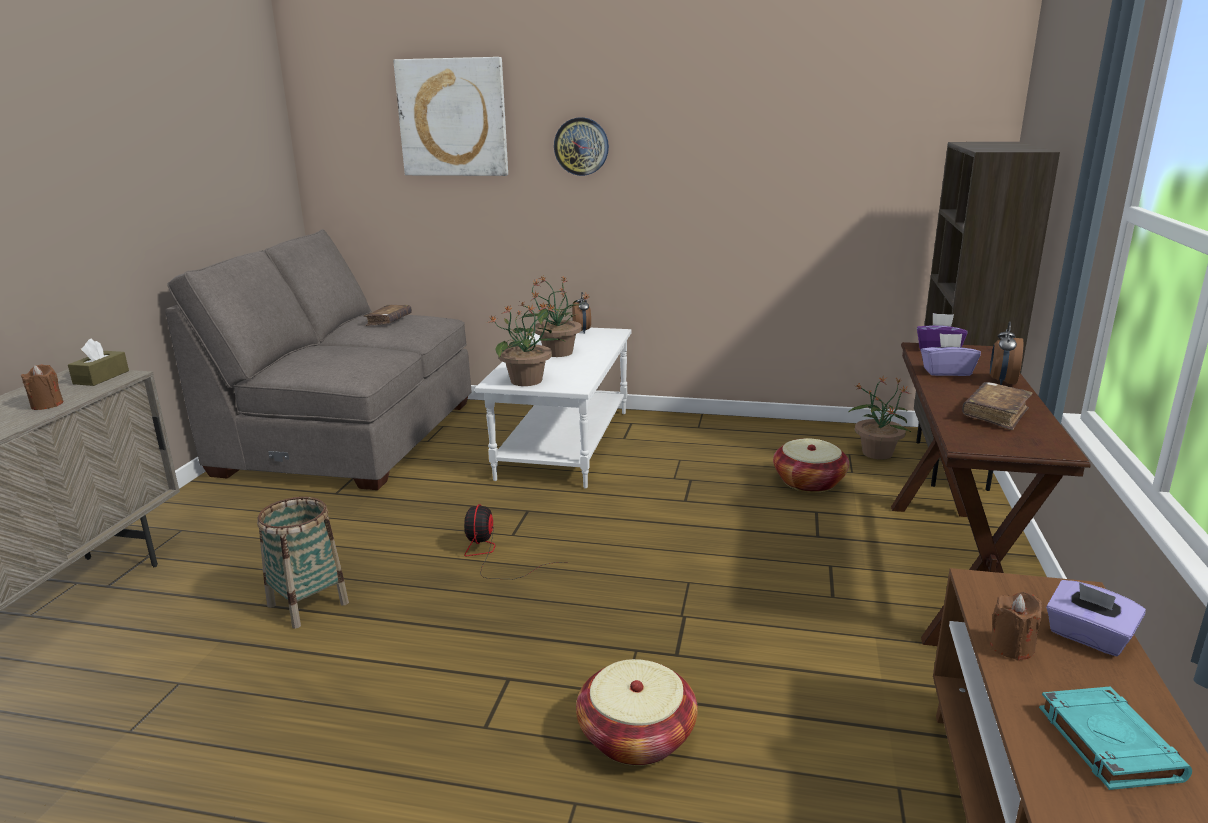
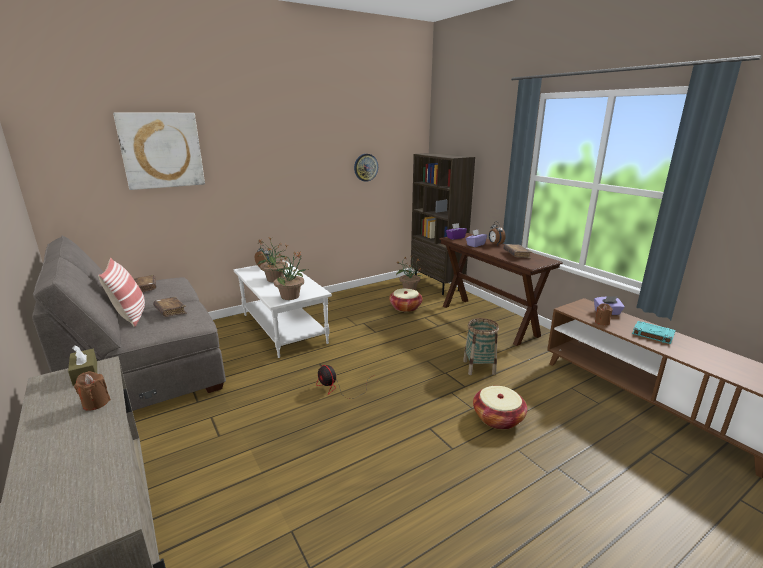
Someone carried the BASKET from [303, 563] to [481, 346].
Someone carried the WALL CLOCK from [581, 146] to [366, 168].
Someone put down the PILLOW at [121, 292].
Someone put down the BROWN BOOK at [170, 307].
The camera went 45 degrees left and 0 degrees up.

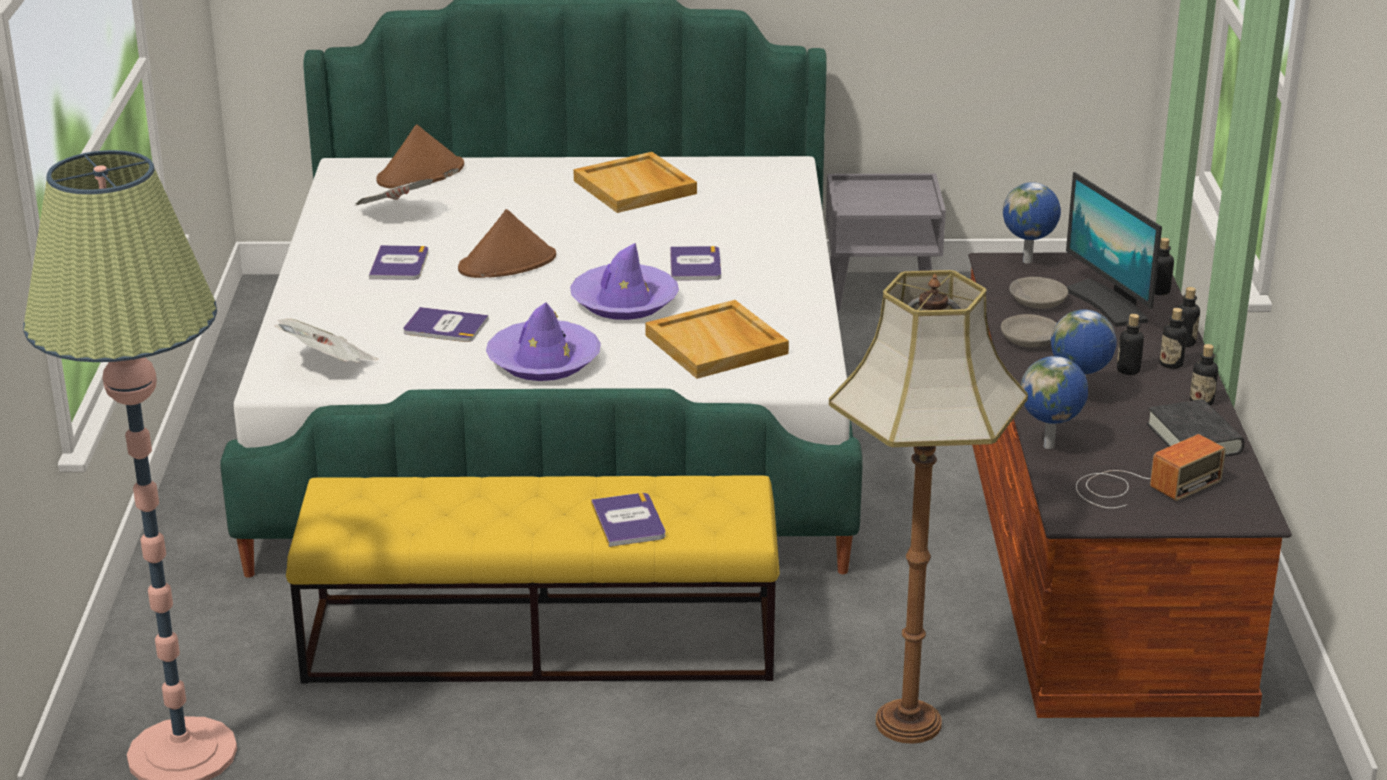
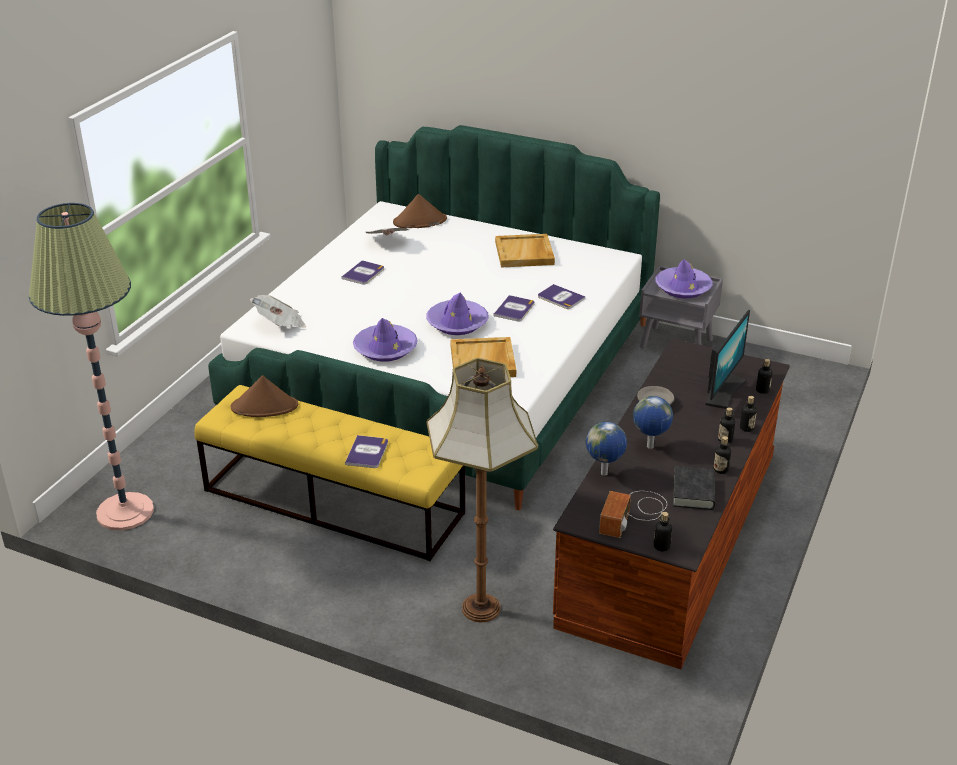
Someone carried the BOOK from [446, 324] to [562, 296].
Someone carried the BROWN HAT from [507, 243] to [264, 396].
Someone took away the GLOBE at [1032, 223].
Someone took away the GREY BOWL at [1038, 293].
Someone rotated the MONITOR at [1114, 249] by 150 degrees counterclockwise.
Someone rotated the RADIO at [1151, 471] by 120 degrees clockwise.
Someone carried the BOTTLE from [1130, 344] to [663, 532].
Someone put down the PURPLE HAT at [684, 278].
The camera went 25 degrees right and 5 degrees up.

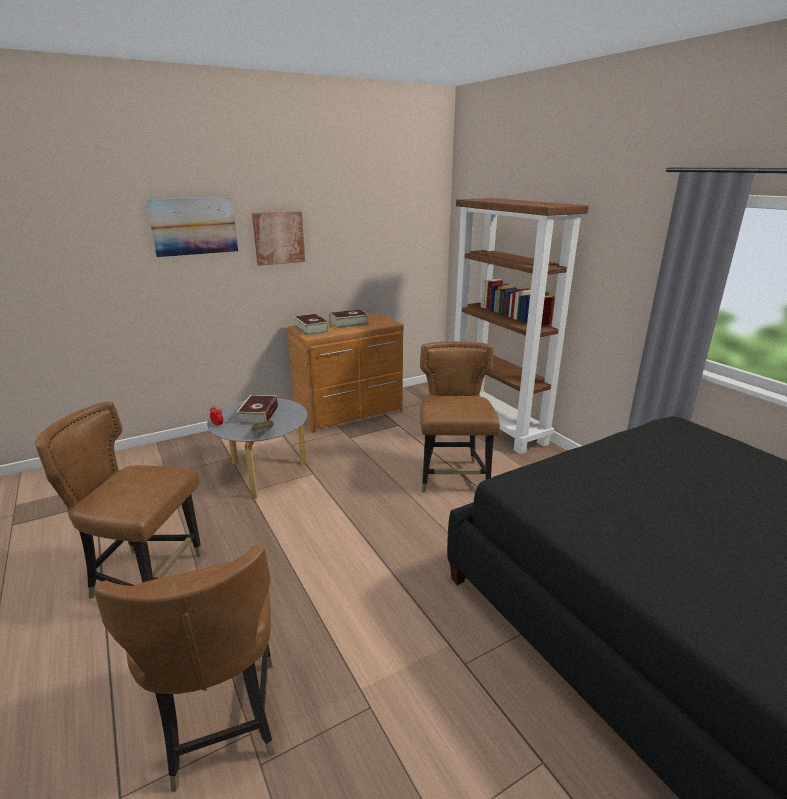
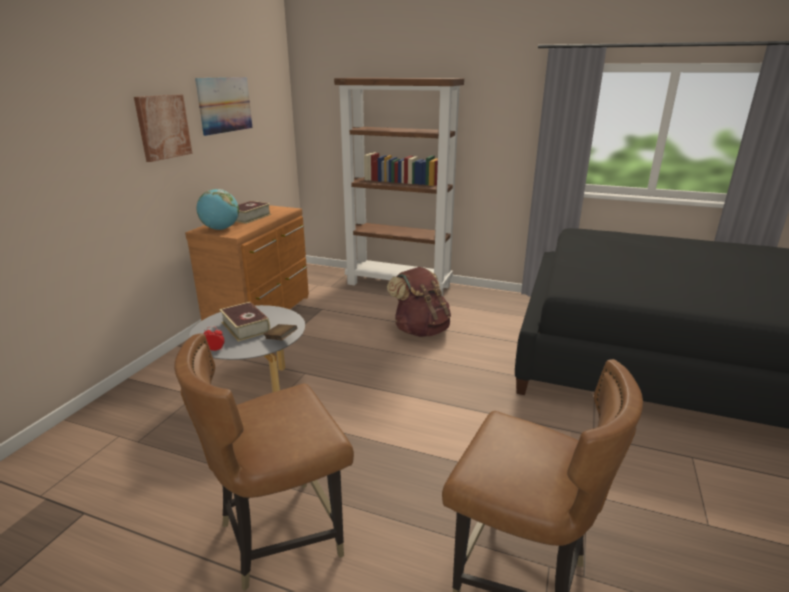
Someone carried the PICTURE from [192, 227] to [223, 106].
Someone swapped the BOOK at [311, 325] for the GLOBE at [217, 209].
Someone swapped the BROWN CHAIR at [460, 417] for the BROWN BACKPACK at [419, 302].
The camera went 40 degrees left and 0 degrees up.

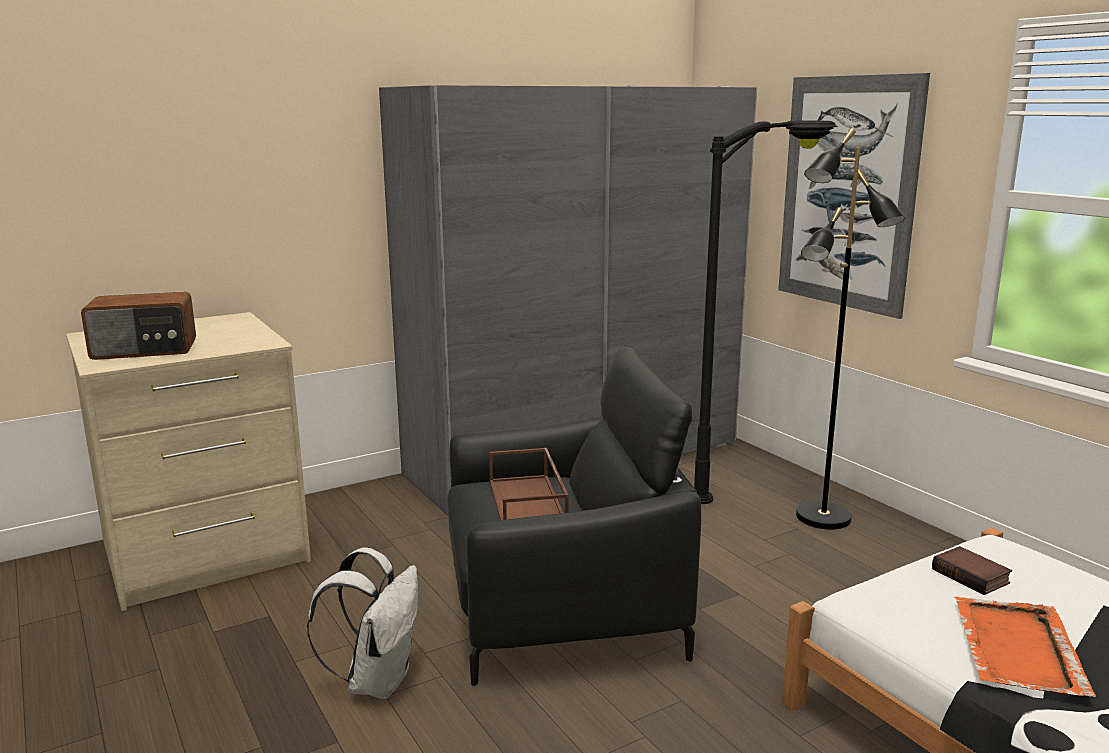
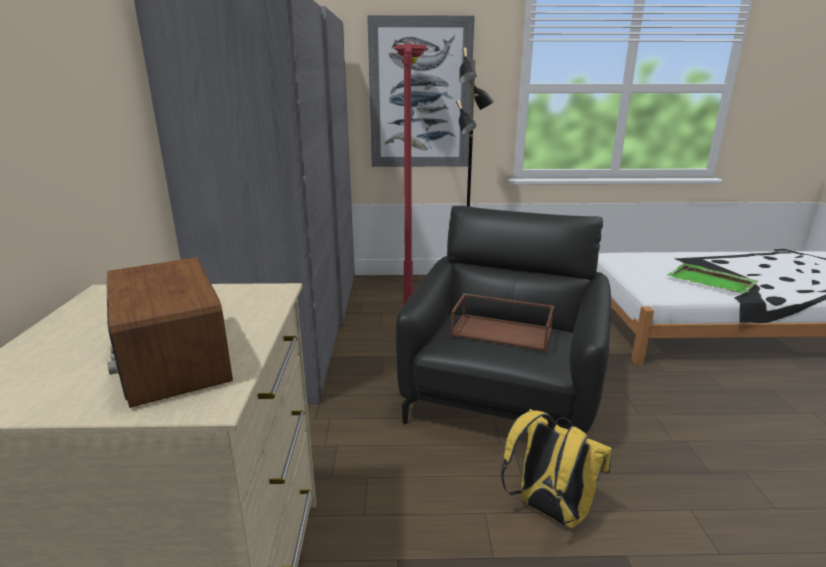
Someone rotated the RADIO at [138, 326] by 135 degrees clockwise.
Someone repainted the WHITE BACKPACK at [362, 623], which became the YELLOW BACKPACK at [556, 468].
Someone repainted the BLACK FLOOR LAMP at [766, 312], which became the RED FLOOR LAMP at [410, 176].
Someone took away the BOOK at [972, 570].
Someone repainted the ORANGE TRAY at [1025, 647], which became the GREEN TRAY at [712, 278].
The camera went 60 degrees left and 5 degrees up.

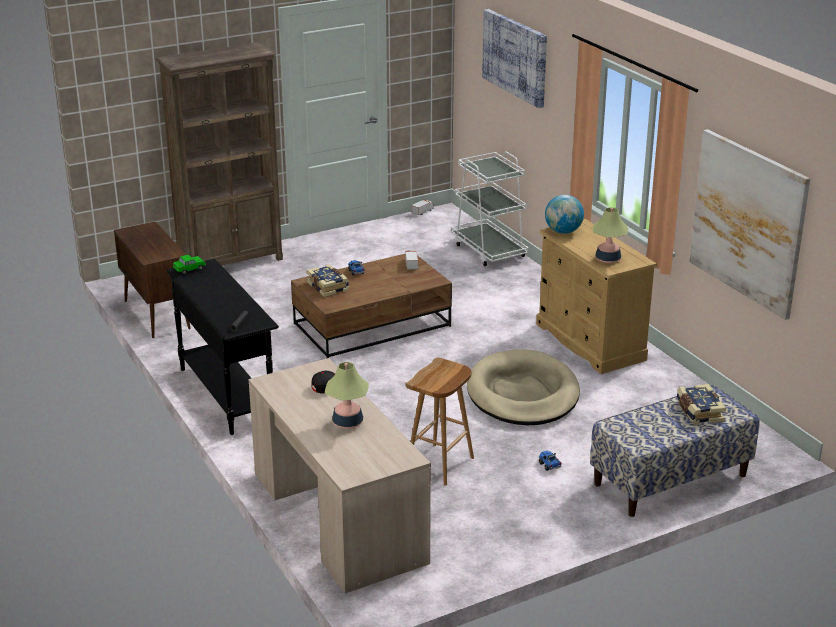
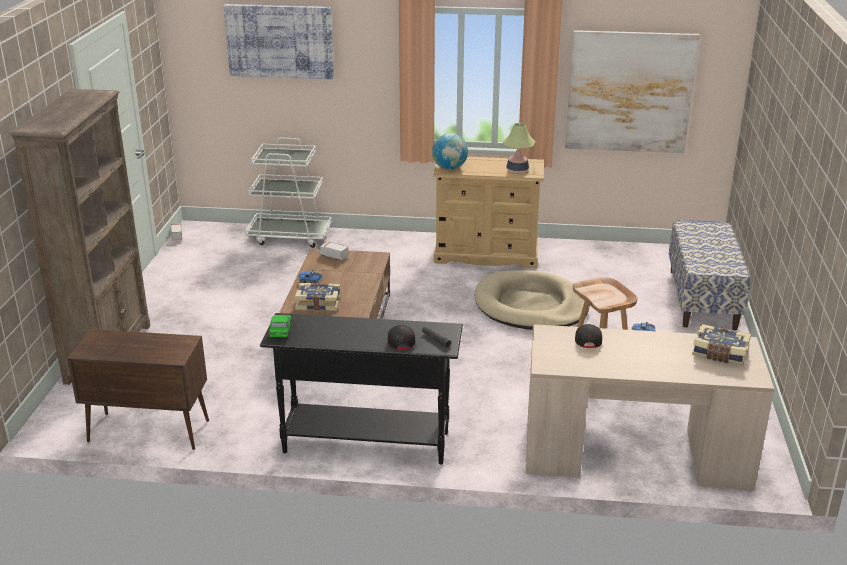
Someone took away the TABLE LAMP at [347, 395].
Someone carried the BOOK from [701, 404] to [721, 345].
Someone put down the BLACK CAP at [402, 337].
The camera went 55 degrees left and 0 degrees up.

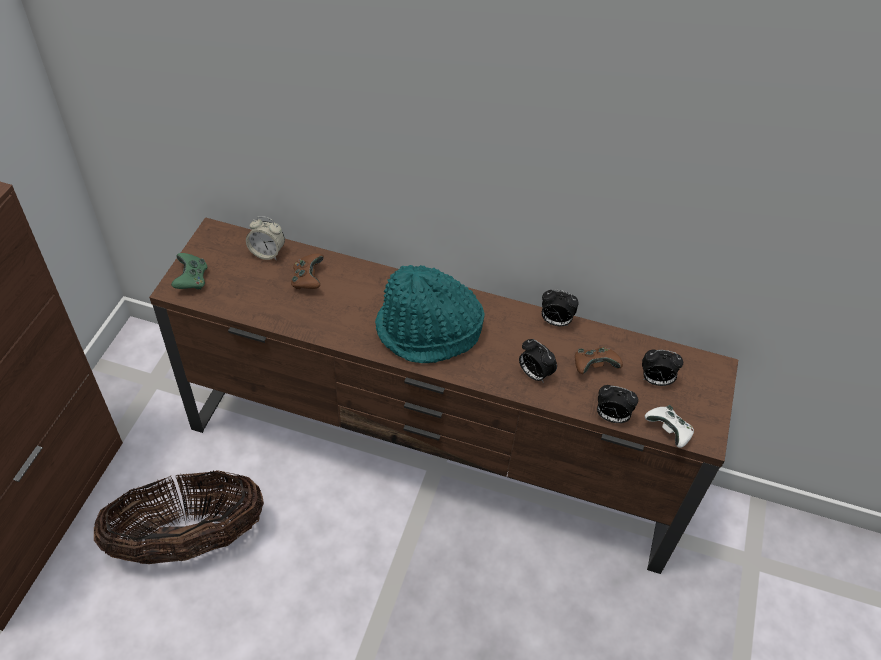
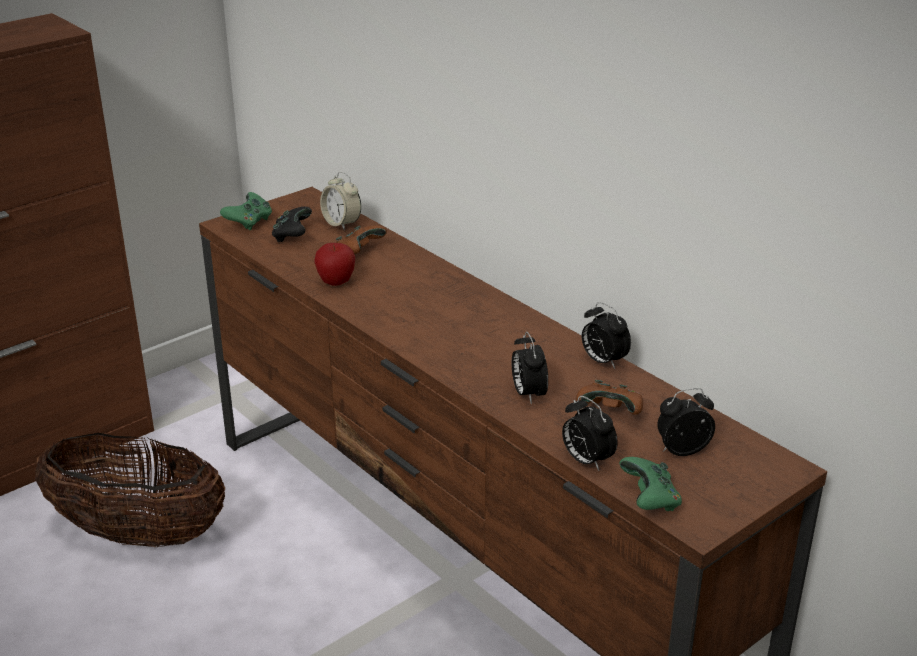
Someone took away the TURQUOISE HAT at [429, 314].
Someone rotated the ALARM CLOCK at [662, 367] by 120 degrees clockwise.
Someone repainted the WHITE GAME CONTROLLER at [669, 426], which became the GREEN GAME CONTROLLER at [650, 484].
Someone put down the BLACK GAME CONTROLLER at [292, 224].
Someone put down the APPLE at [334, 264].
The camera went 35 degrees right and 20 degrees down.

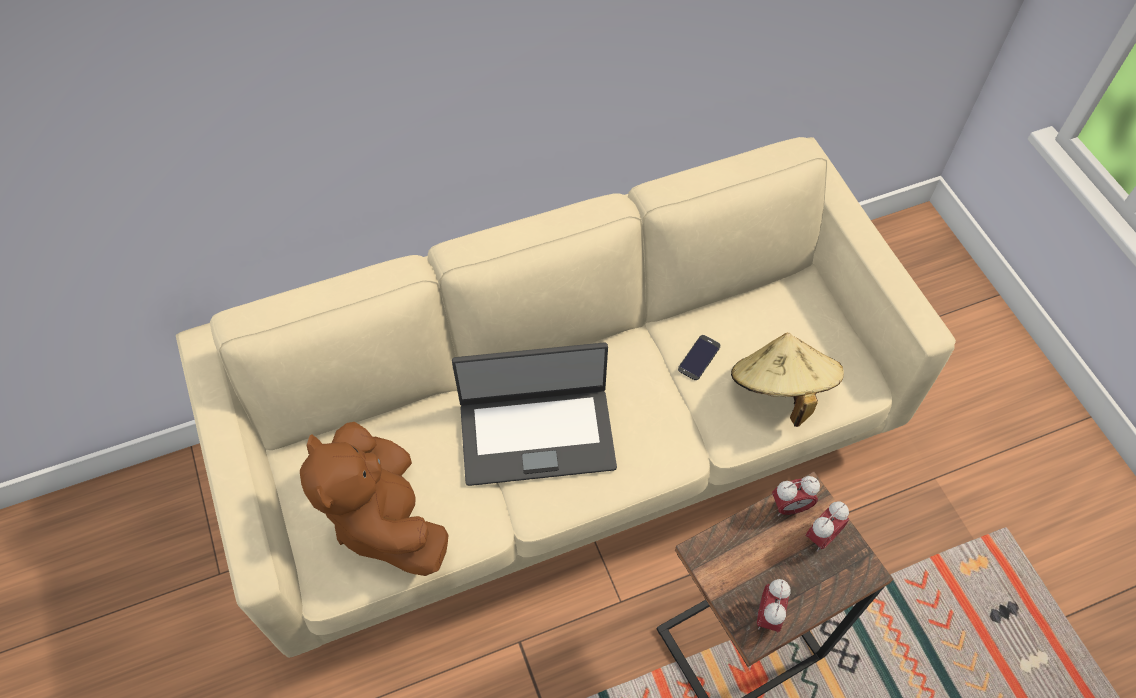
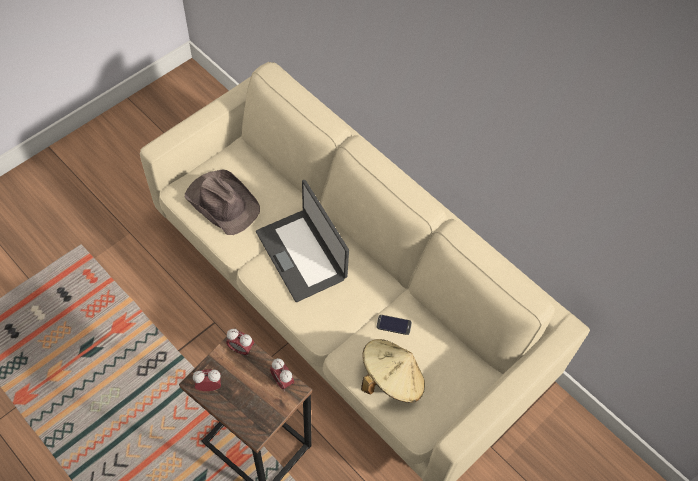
Someone swapped the BROWN PLUSH TOY at [374, 499] for the BROWN HAT at [222, 202].
Someone carried the ALARM CLOCK from [827, 527] to [240, 343].
The camera went 65 degrees right and 0 degrees up.

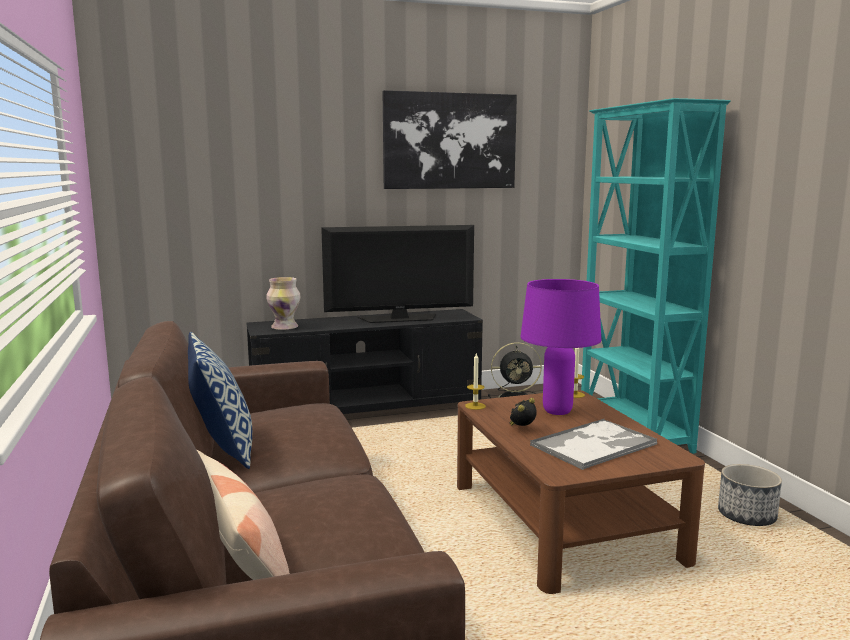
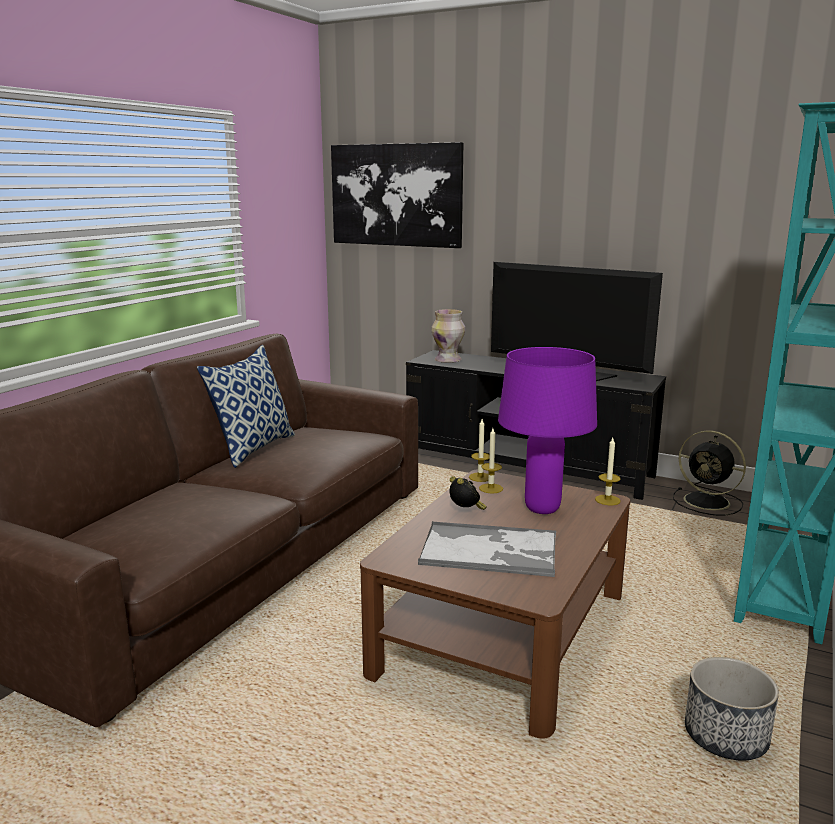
Someone took away the PILLOW at [243, 515].
Someone carried the PICTURE from [450, 139] to [397, 195].
Someone rotated the ALARM CLOCK at [523, 412] by 60 degrees clockwise.
Someone put down the CANDLE at [491, 460].
The camera went 45 degrees right and 5 degrees up.

